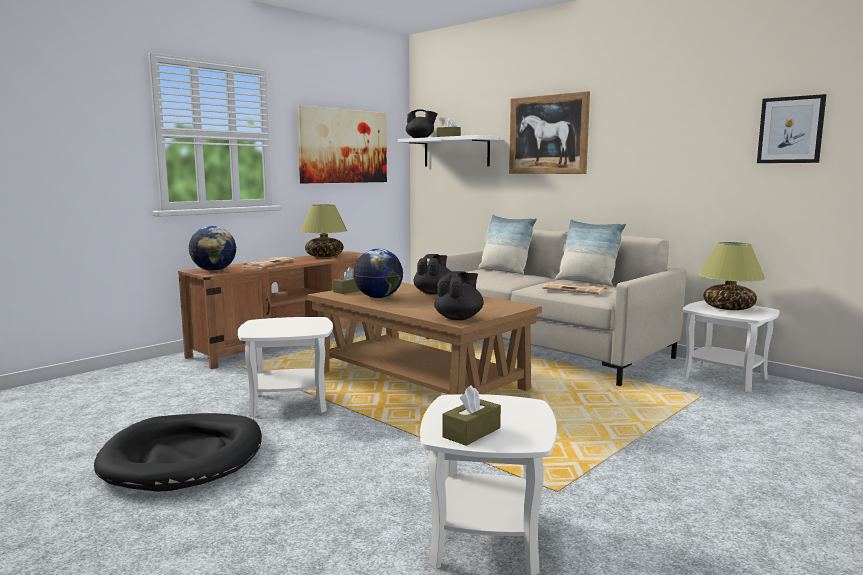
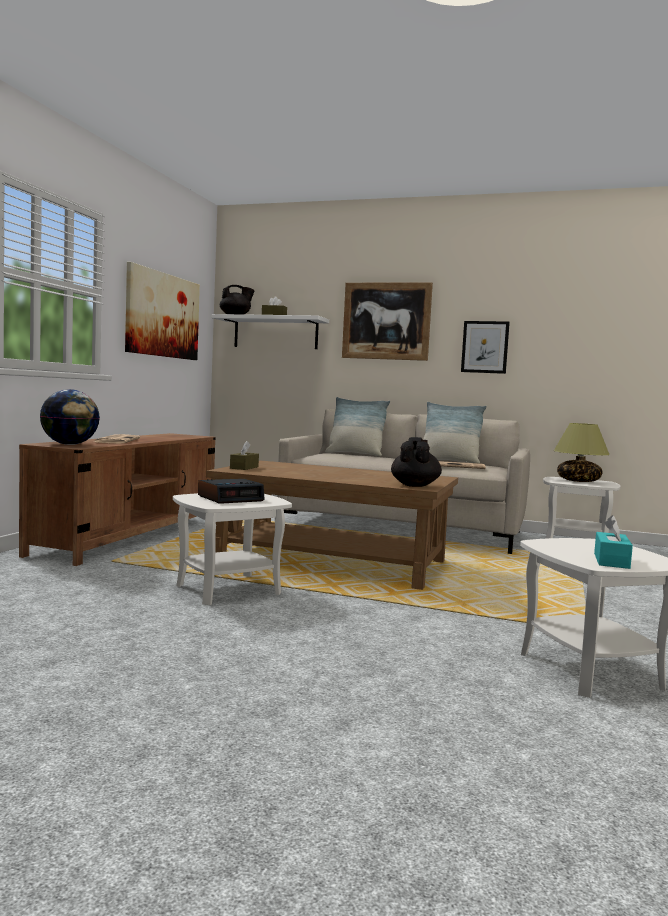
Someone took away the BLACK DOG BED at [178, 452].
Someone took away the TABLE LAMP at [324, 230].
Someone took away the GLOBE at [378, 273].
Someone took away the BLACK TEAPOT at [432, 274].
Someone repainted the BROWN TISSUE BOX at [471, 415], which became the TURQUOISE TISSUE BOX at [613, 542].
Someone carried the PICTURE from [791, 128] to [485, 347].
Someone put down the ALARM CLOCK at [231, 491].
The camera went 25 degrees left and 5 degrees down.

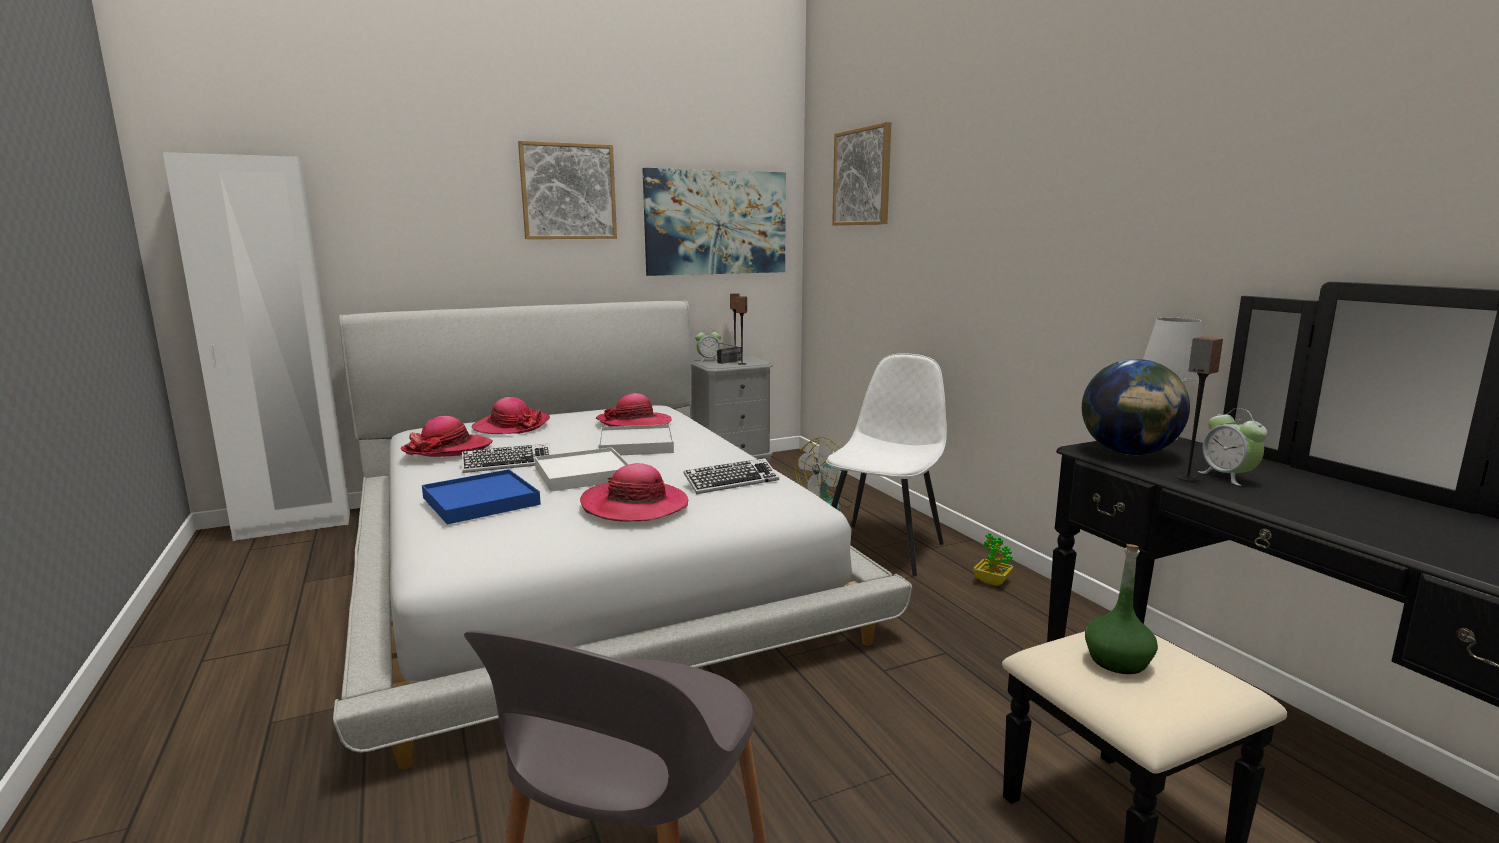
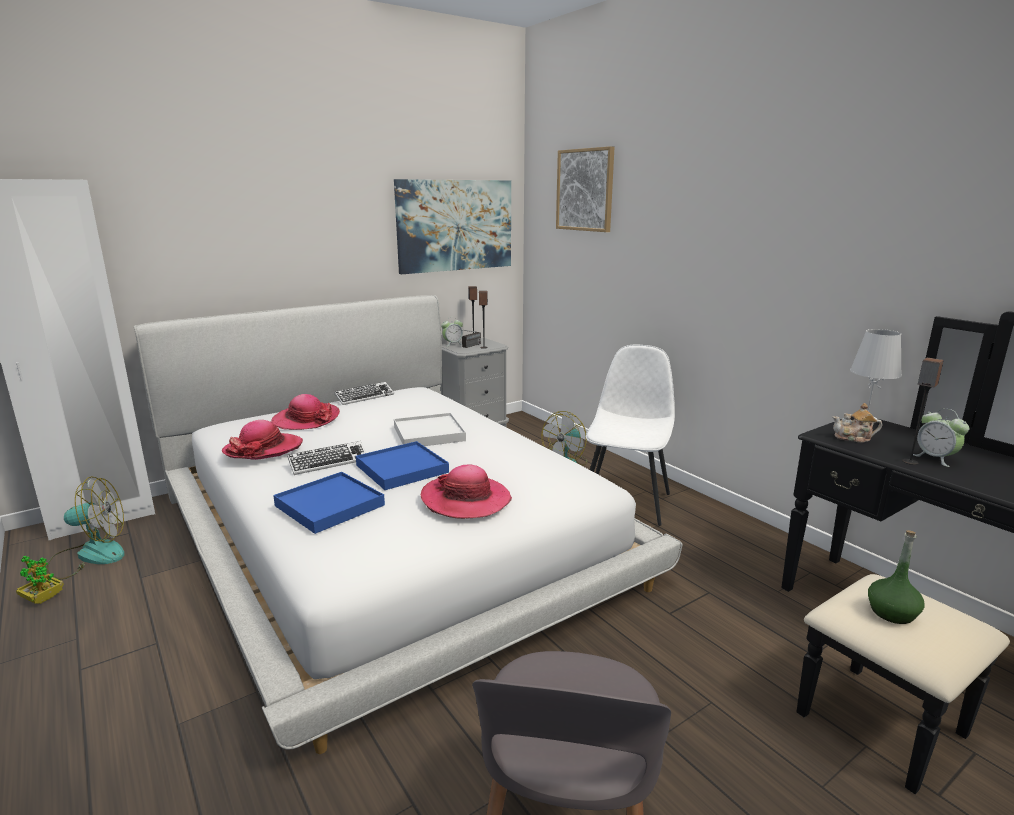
Someone took away the PICTURE at [567, 190].
Someone repainted the WHITE TRAY at [582, 469], which became the BLUE TRAY at [402, 465].
Someone took away the HAT at [633, 410].
Someone carried the KEYBOARD from [731, 476] to [364, 393].
Someone carried the POTTED PLANT from [993, 559] to [40, 580].
Someone swapped the GLOBE at [1136, 407] for the TEAPOT at [857, 423].
Someone put down the FAN at [85, 528].
The camera went 10 degrees left and 5 degrees up.

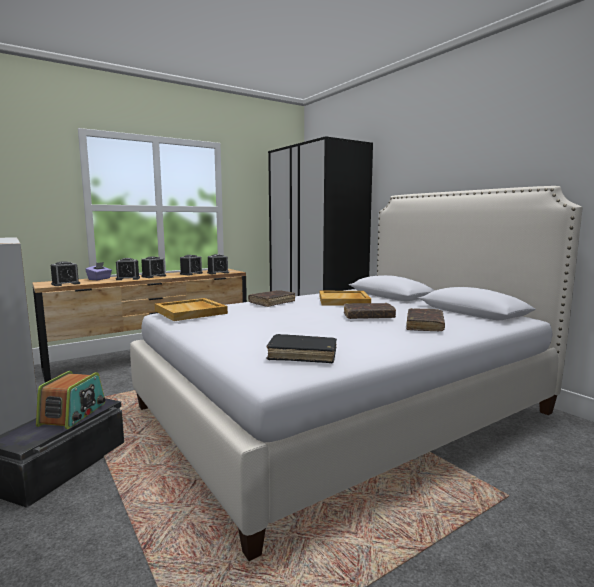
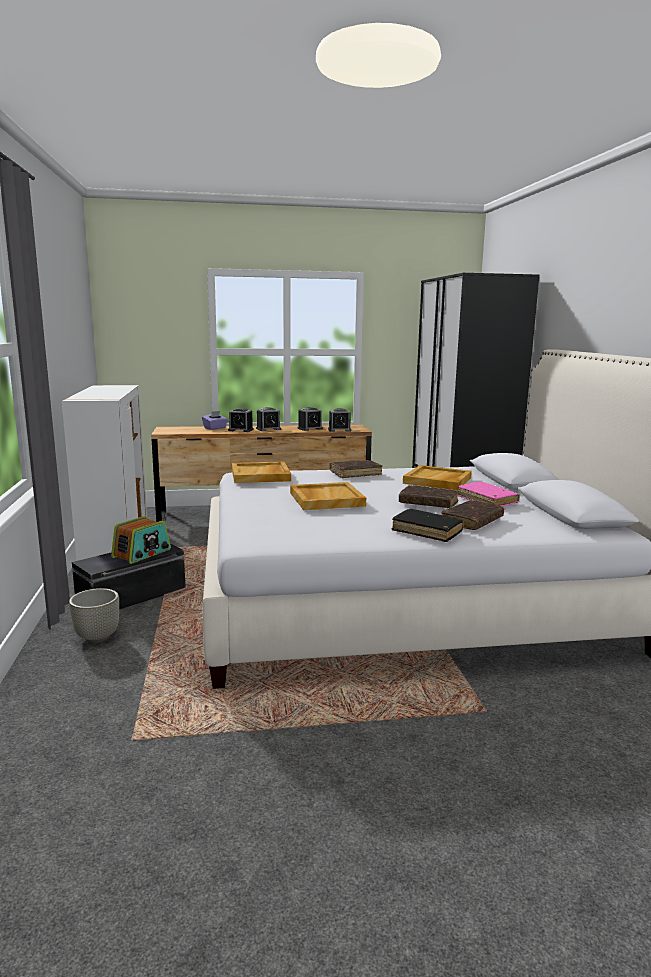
Someone took away the ALARM CLOCK at [65, 273].
Someone carried the BLACK BOOK from [301, 348] to [428, 525].
Someone put down the GREY PLANTER at [94, 615].
Someone put down the BEIGE TRAY at [328, 496].
Someone put down the PINK BOOK at [489, 494].
The camera went 25 degrees right and 5 degrees up.

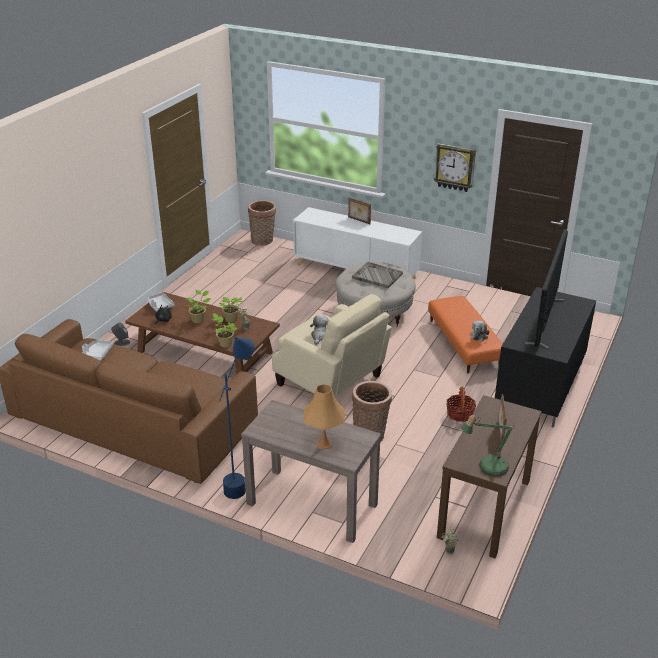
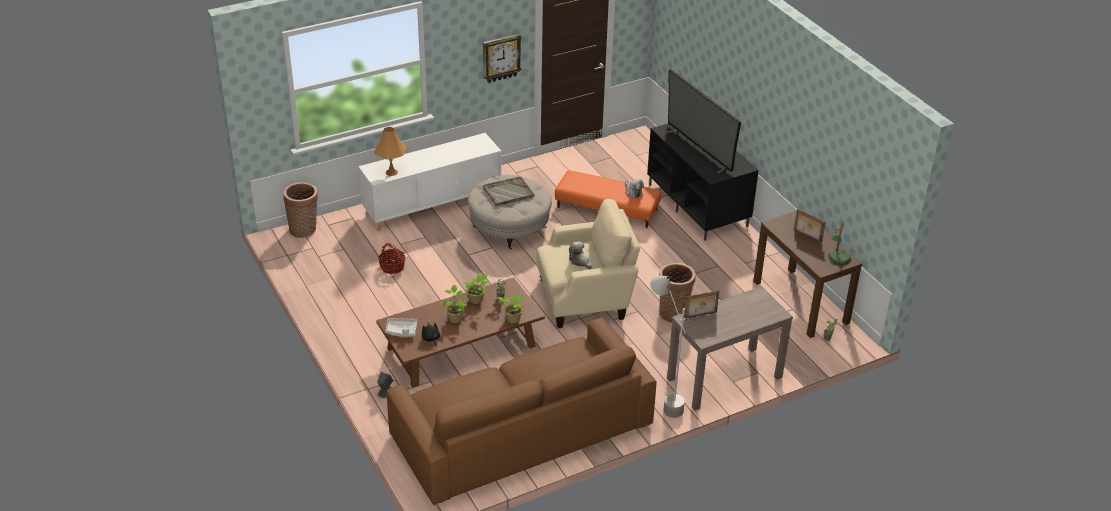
Someone took away the GREY TRAY at [97, 350].
Someone repainted the BLUE FLOOR LAMP at [237, 418], which became the GREY FLOOR LAMP at [668, 347].
Someone carried the ORANGE TABLE LAMP from [324, 416] to [390, 151].
Someone carried the PICTURE FRAME from [359, 211] to [701, 304].
Someone carried the BASKET from [461, 404] to [391, 258].
The camera went 55 degrees left and 5 degrees up.

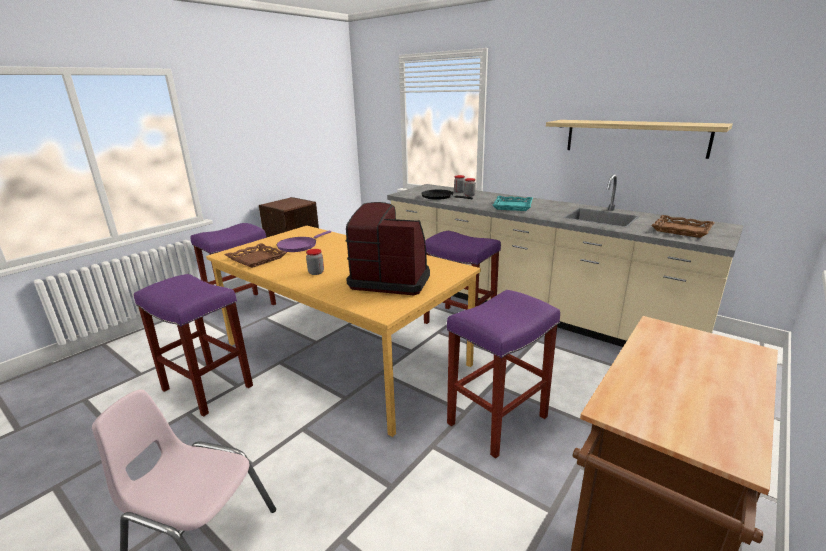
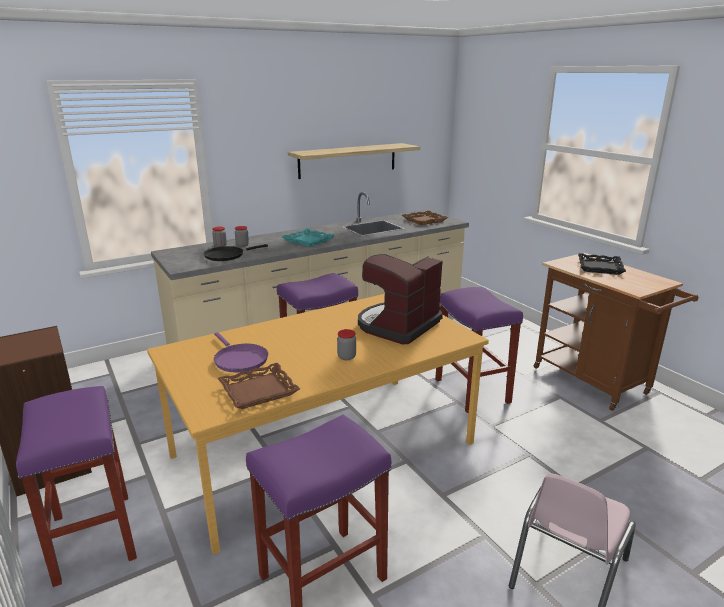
Someone put down the BLACK TRAY at [602, 264].
The camera went 70 degrees left and 0 degrees up.

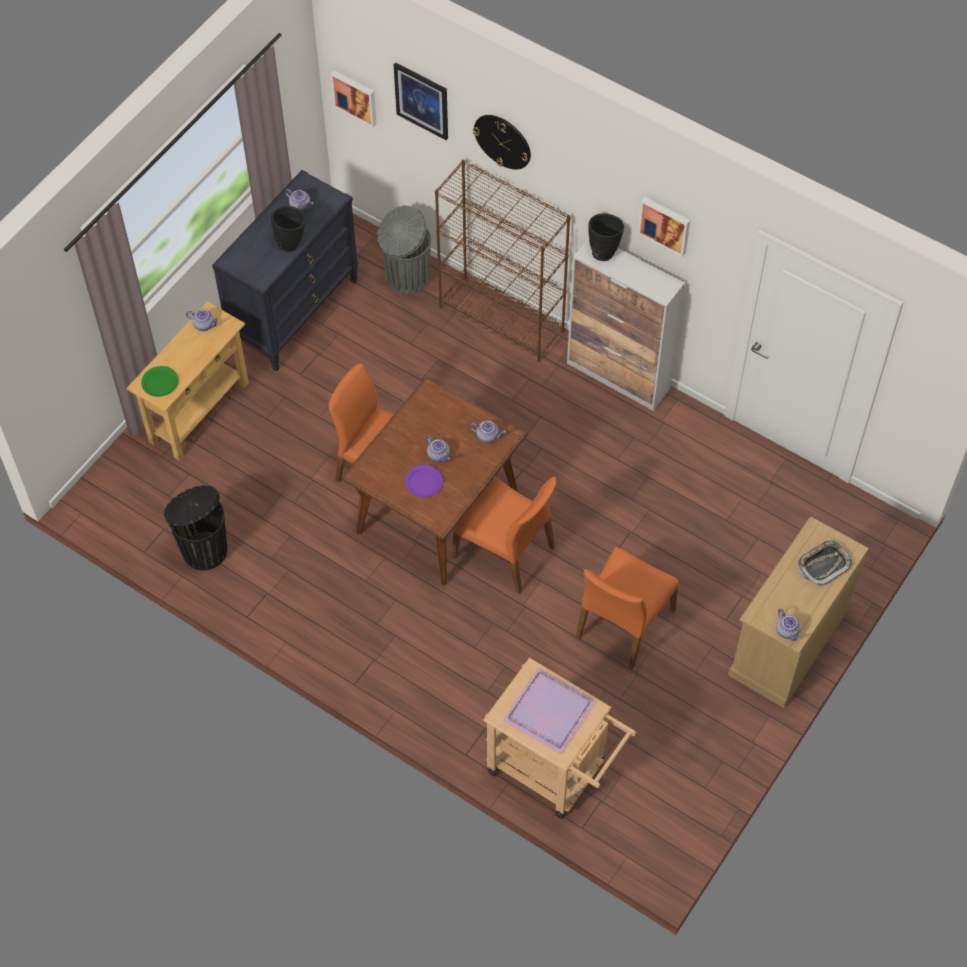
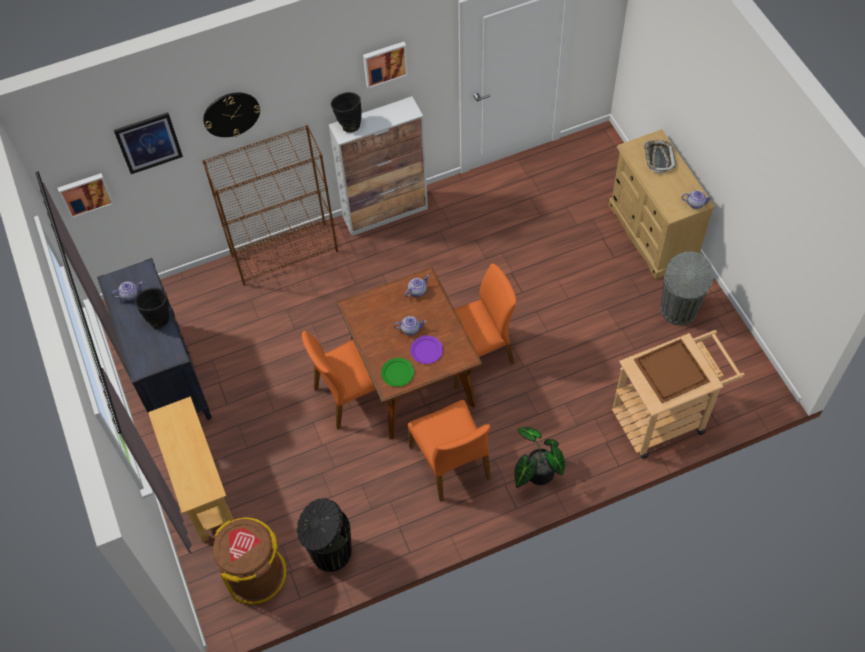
Someone carried the GREEN PLATE from [159, 381] to [397, 372].
Someone took away the TEAPOT at [202, 320].
Someone carried the GREY TRASH CAN from [404, 250] to [687, 288].
Someone repainted the PURPLE TRAY at [549, 711], which became the BROWN TRAY at [671, 371].
Someone carried the ORANGE CHAIR from [627, 608] to [449, 451].
Someone put down the BROWN TRASH CAN at [249, 561].
Someone put down the POTTED PLANT at [539, 457].
The camera went 55 degrees left and 0 degrees up.

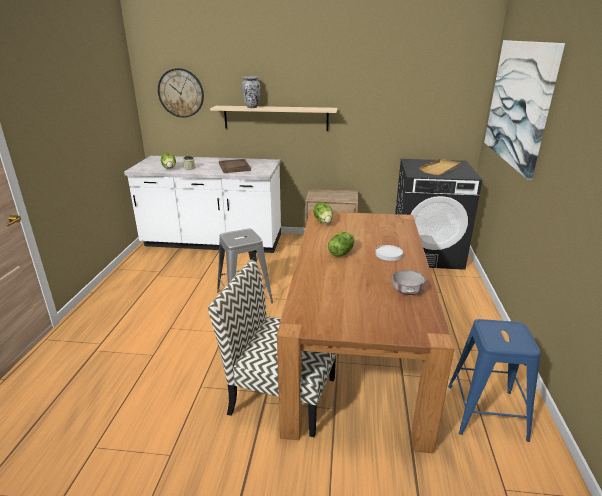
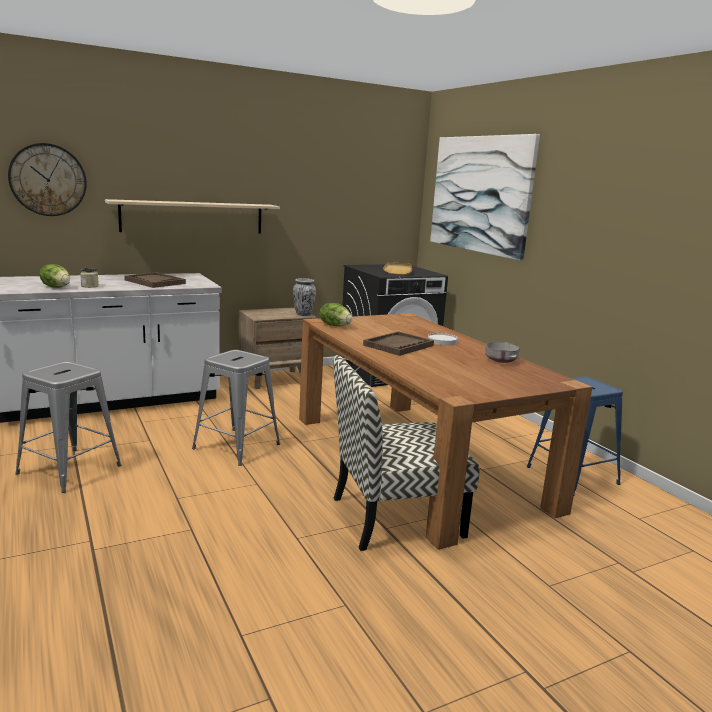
Someone carried the VASE from [251, 92] to [304, 297].
Someone swapped the LETTUCE at [341, 244] for the BROWN TRAY at [398, 343].
Someone put down the GREY STOOL at [68, 427].
The camera went 35 degrees left and 10 degrees down.

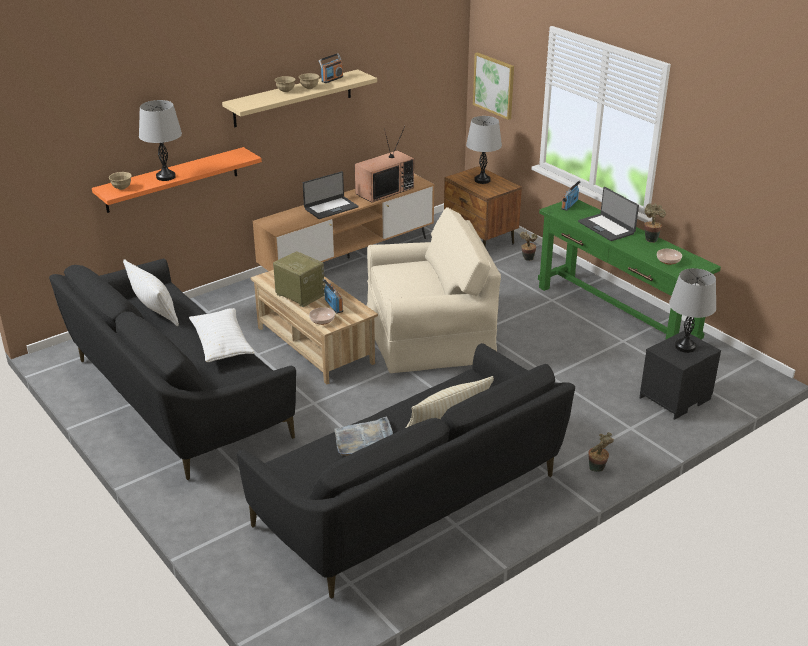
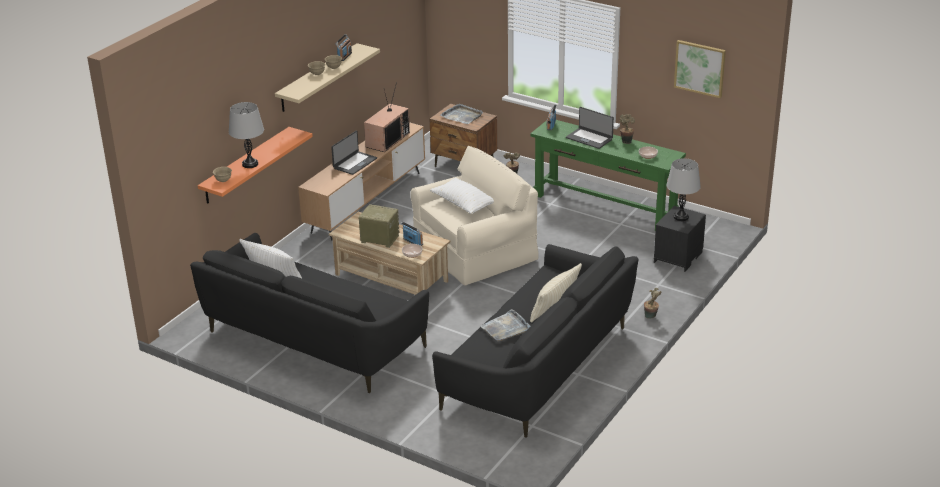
Someone carried the WHITE PILLOW from [222, 335] to [462, 196].
Someone swapped the GREY TABLE LAMP at [484, 150] for the GREY TRAY at [462, 114].
Someone carried the PICTURE from [493, 86] to [700, 69].
The camera went 20 degrees left and 0 degrees up.

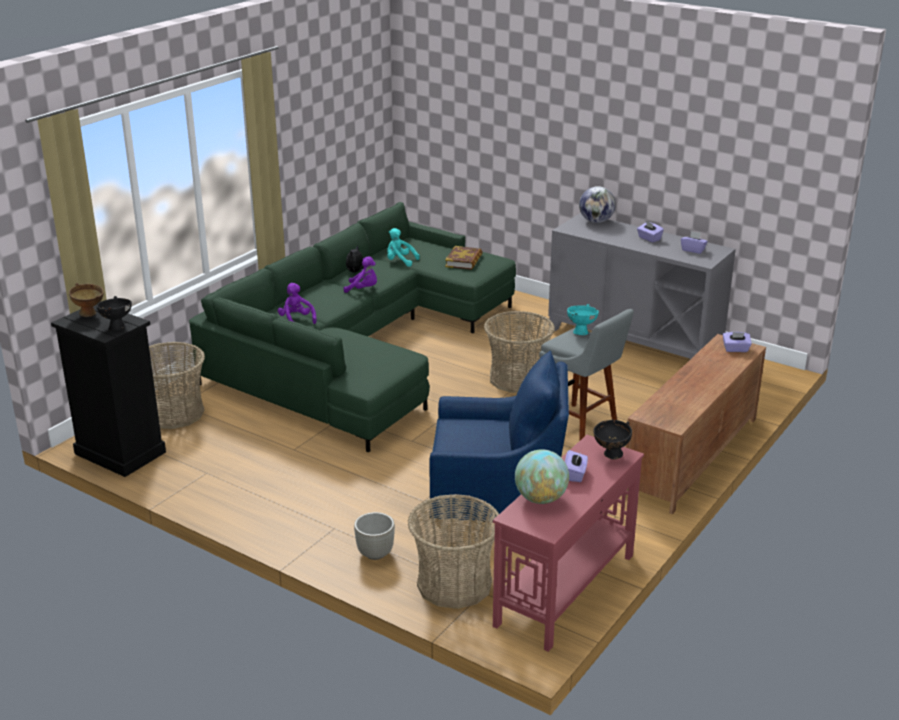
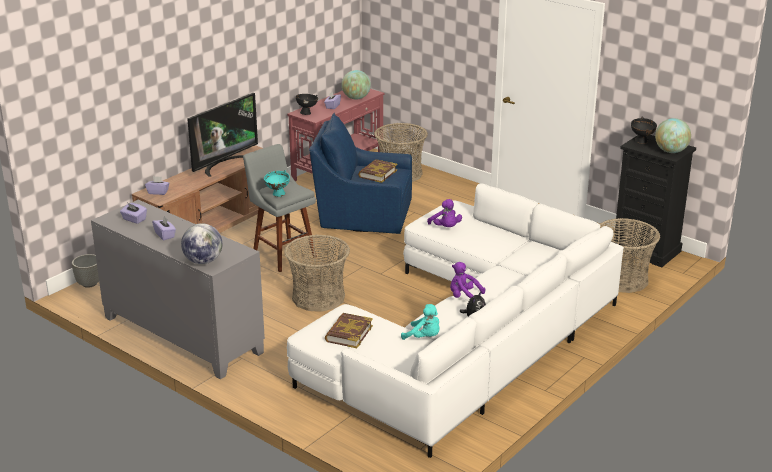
Someone swapped the BROWN BOWL at [86, 300] for the GLOBE at [673, 135].
Someone repainted the GREEN SOFA at [352, 327], which became the WHITE SOFA at [455, 320].
Someone carried the PURPLE PLUSH TOY from [297, 303] to [444, 213].
Someone carried the GREY PLANTER from [374, 536] to [85, 271].
Someone put down the TELEVISION at [222, 135].
Someone put down the BOOK at [377, 171].
The camera went 175 degrees left and 0 degrees up.

